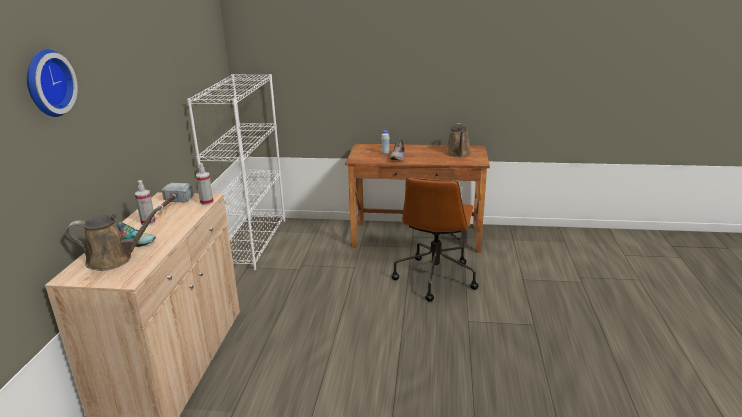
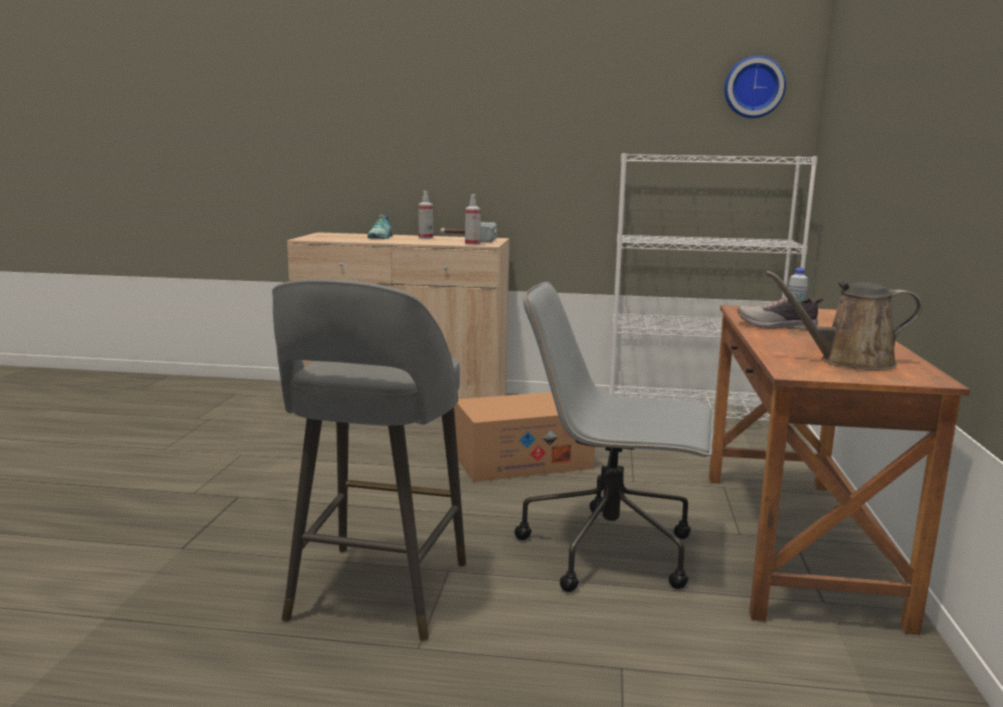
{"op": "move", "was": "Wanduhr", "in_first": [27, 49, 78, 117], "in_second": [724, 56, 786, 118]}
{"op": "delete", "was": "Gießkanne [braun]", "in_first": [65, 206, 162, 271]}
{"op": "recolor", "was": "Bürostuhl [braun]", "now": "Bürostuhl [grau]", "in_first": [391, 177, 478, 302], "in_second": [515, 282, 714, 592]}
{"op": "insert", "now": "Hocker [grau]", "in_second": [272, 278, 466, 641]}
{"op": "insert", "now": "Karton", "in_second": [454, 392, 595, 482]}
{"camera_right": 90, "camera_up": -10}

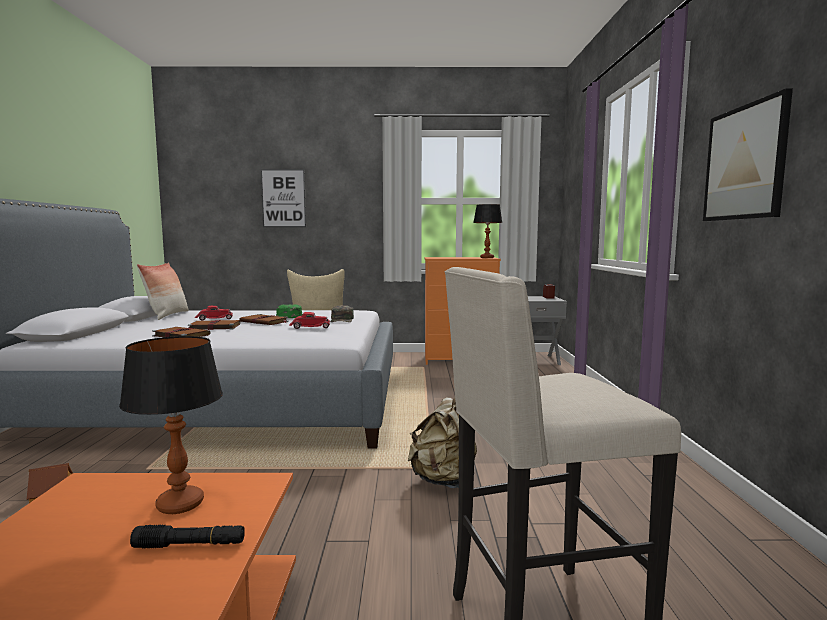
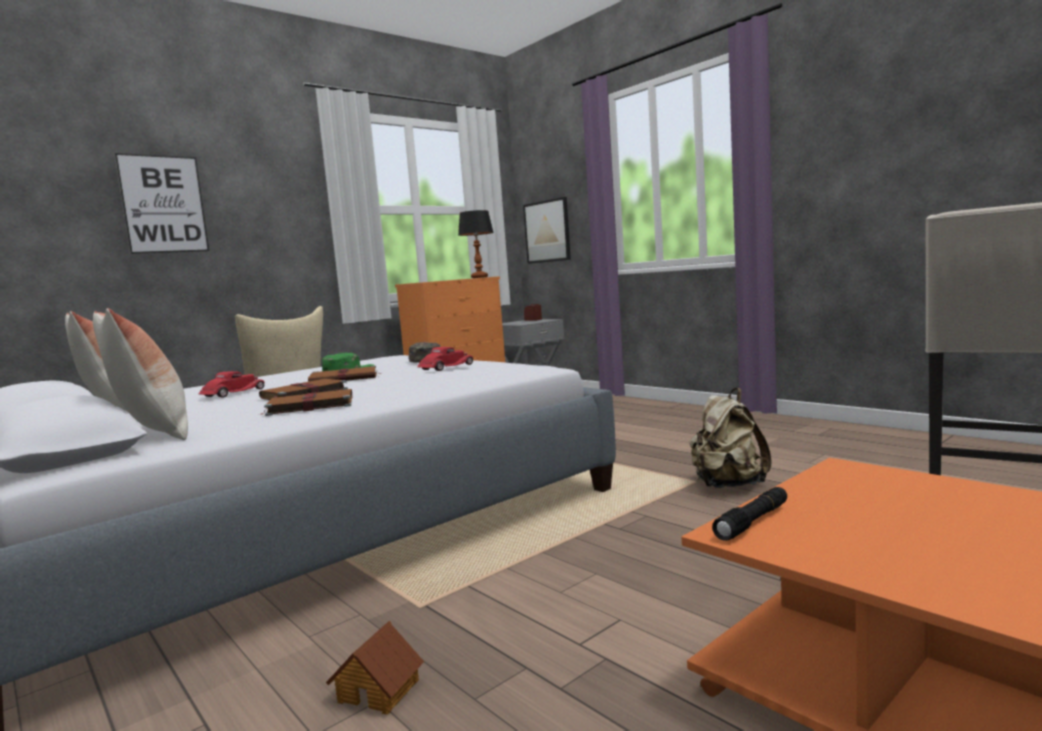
{"op": "delete", "was": "Tischlampe", "in_first": [119, 336, 223, 514]}
{"op": "move", "was": "Taschenlampe [schwarz]", "in_first": [130, 525, 245, 548], "in_second": [712, 487, 787, 541]}
{"op": "move", "was": "Bild", "in_first": [703, 88, 793, 221], "in_second": [523, 197, 571, 264]}
{"op": "insert", "now": "Kissen", "in_second": [93, 308, 188, 440]}
{"camera_right": -40, "camera_up": 0}

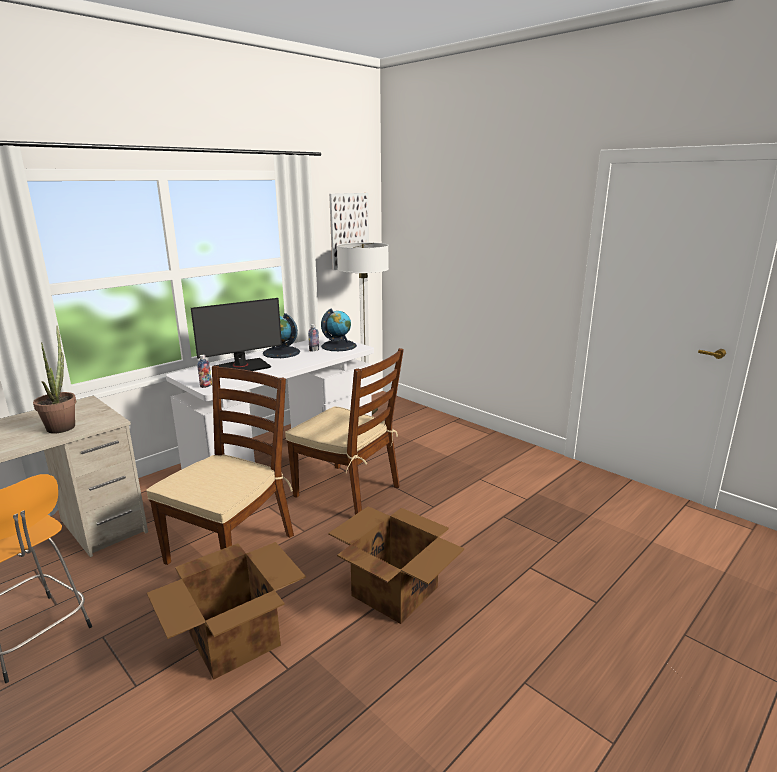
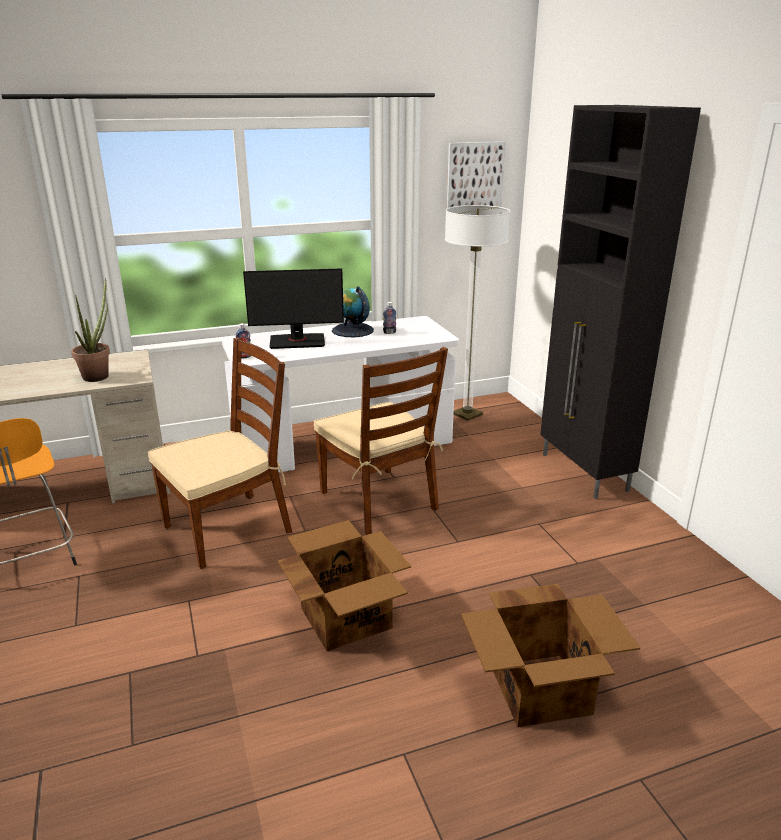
{"op": "move", "was": "Karton", "in_first": [147, 542, 306, 680], "in_second": [461, 584, 640, 727]}
{"op": "delete", "was": "Globus", "in_first": [321, 308, 357, 351]}
{"op": "insert", "now": "Schrank [schwarz]", "in_second": [540, 105, 701, 499]}
{"camera_right": 25, "camera_up": 5}

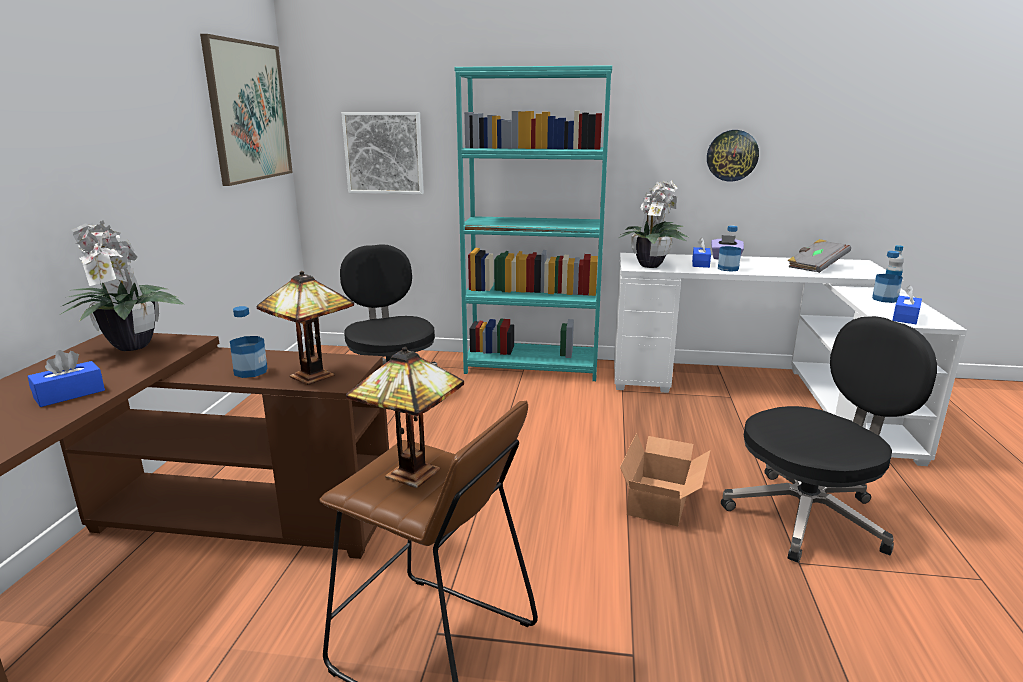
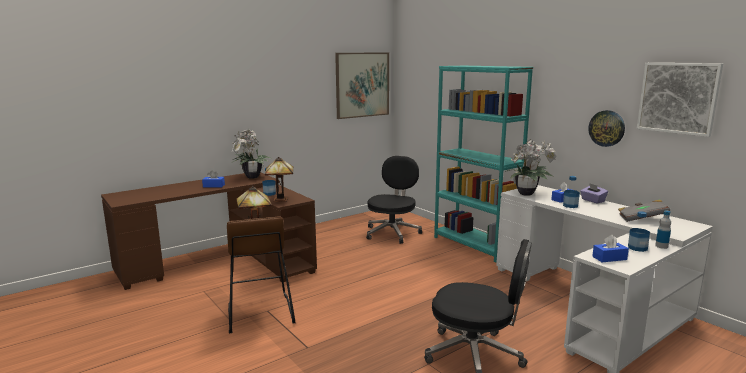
{"op": "move", "was": "Bild", "in_first": [342, 112, 424, 194], "in_second": [637, 63, 723, 137]}
{"op": "delete", "was": "Karton", "in_first": [620, 433, 711, 526]}
{"camera_right": 45, "camera_up": -5}

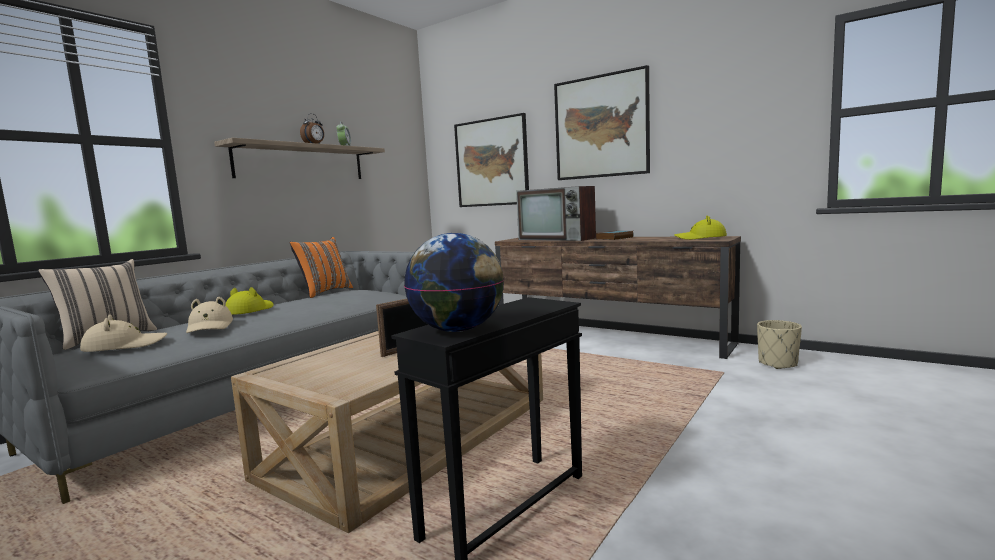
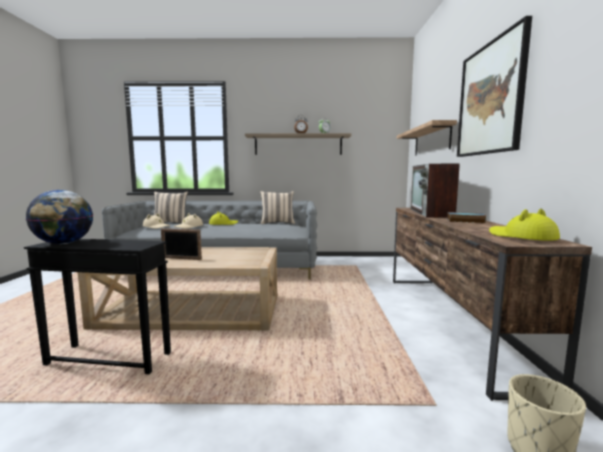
{"op": "recolor", "was": "Kissen [orange]", "now": "Kissen [beige]", "in_first": [290, 237, 353, 298], "in_second": [260, 191, 295, 224]}
{"op": "replace", "was": "Bild", "now": "Wandregal", "in_first": [454, 113, 529, 207], "in_second": [397, 120, 457, 155]}
{"camera_right": 55, "camera_up": 0}

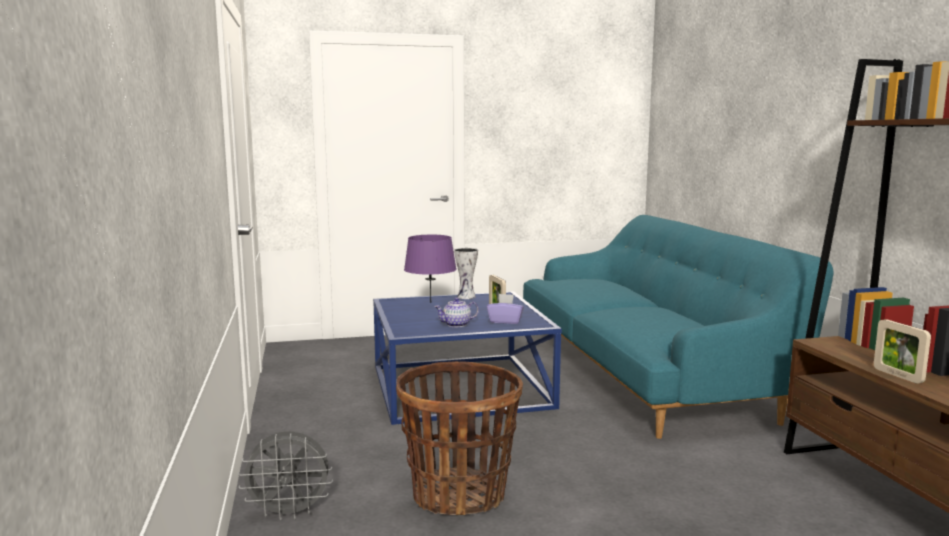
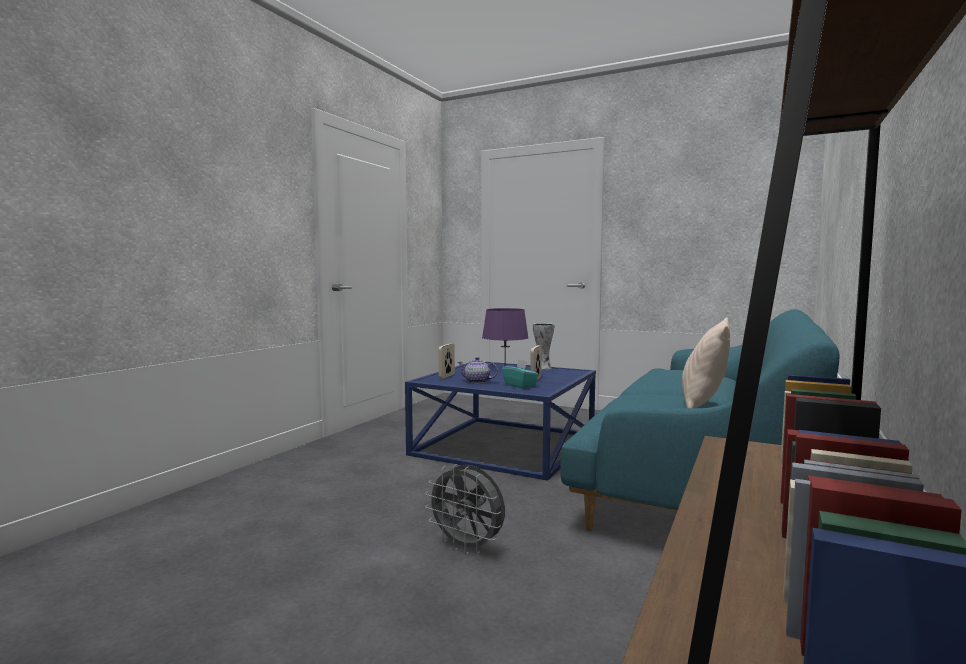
{"op": "move", "was": "Ventilator [grau]", "in_first": [238, 431, 333, 521], "in_second": [425, 464, 505, 554]}
{"op": "delete", "was": "Korb", "in_first": [396, 361, 523, 515]}
{"op": "recolor", "was": "Taschentuchbox [lila]", "now": "Taschentuchbox [türkis]", "in_first": [487, 294, 524, 324], "in_second": [502, 359, 539, 389]}
{"op": "move", "was": "Bilderrahmen", "in_first": [874, 319, 931, 384], "in_second": [438, 343, 455, 379]}
{"op": "insert", "now": "Kissen [beige]", "in_second": [682, 317, 731, 408]}
{"camera_right": 40, "camera_up": -5}

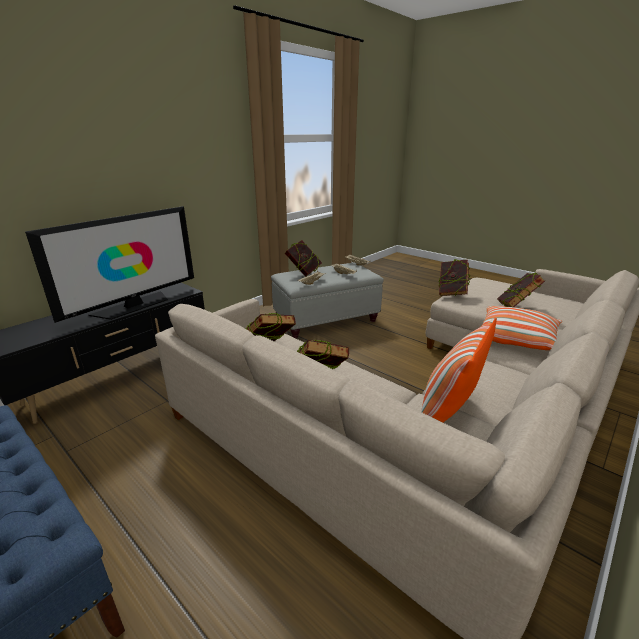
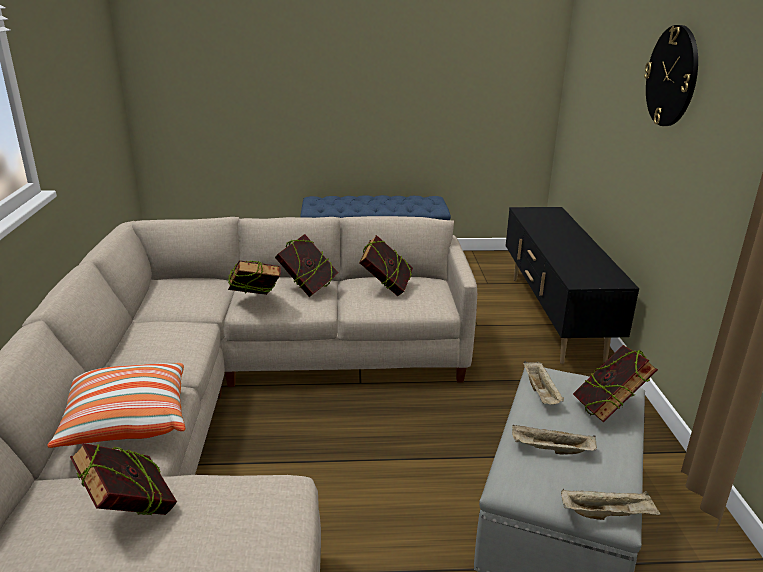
{"op": "delete", "was": "Fernseher", "in_first": [25, 206, 194, 323]}
{"op": "delete", "was": "Kissen", "in_first": [421, 318, 497, 422]}
{"op": "move", "was": "Buch", "in_first": [438, 259, 471, 296], "in_second": [227, 260, 281, 295]}
{"op": "insert", "now": "Wanduhr", "in_second": [644, 25, 698, 126]}
{"camera_right": 135, "camera_up": 0}

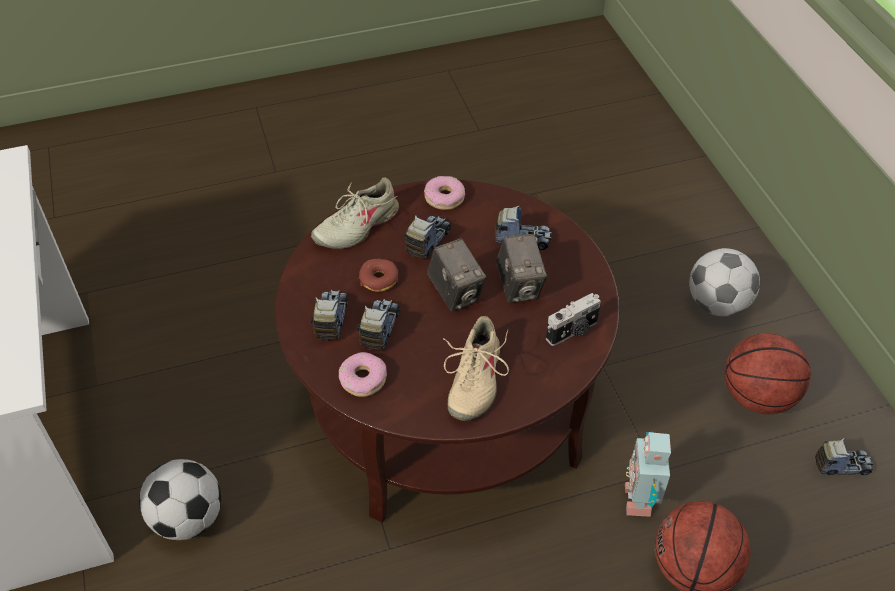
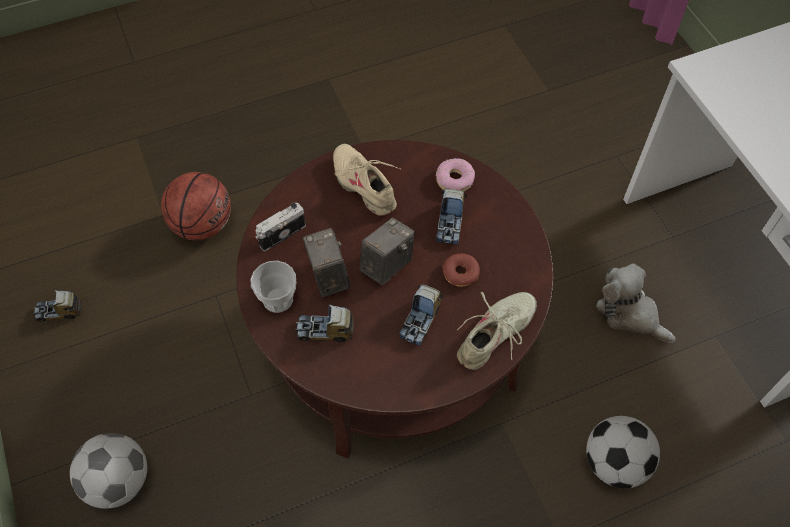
{"op": "move", "was": "Fußball", "in_first": [139, 459, 221, 540], "in_second": [586, 416, 660, 488]}
{"op": "delete", "was": "Spielzeuglaster", "in_first": [310, 290, 348, 341]}
{"op": "delete", "was": "Donut", "in_first": [424, 176, 465, 210]}
{"op": "rotate", "was": "Kamera", "in_first": [427, 238, 487, 311], "in_second": [360, 218, 415, 285], "clockwise": 75}
{"op": "rotate", "was": "Schuh [beige]", "in_first": [443, 316, 509, 421], "in_second": [333, 144, 400, 216], "clockwise": -45}
{"op": "delete", "was": "Spielzeugroboter", "in_first": [625, 432, 671, 517]}
{"op": "delete", "was": "Basketball", "in_first": [724, 333, 811, 414]}
{"op": "insert", "now": "Tasse", "in_second": [250, 260, 296, 313]}
{"op": "insert", "now": "Plüschtier", "in_second": [596, 263, 675, 343]}
{"camera_right": 175, "camera_up": 10}

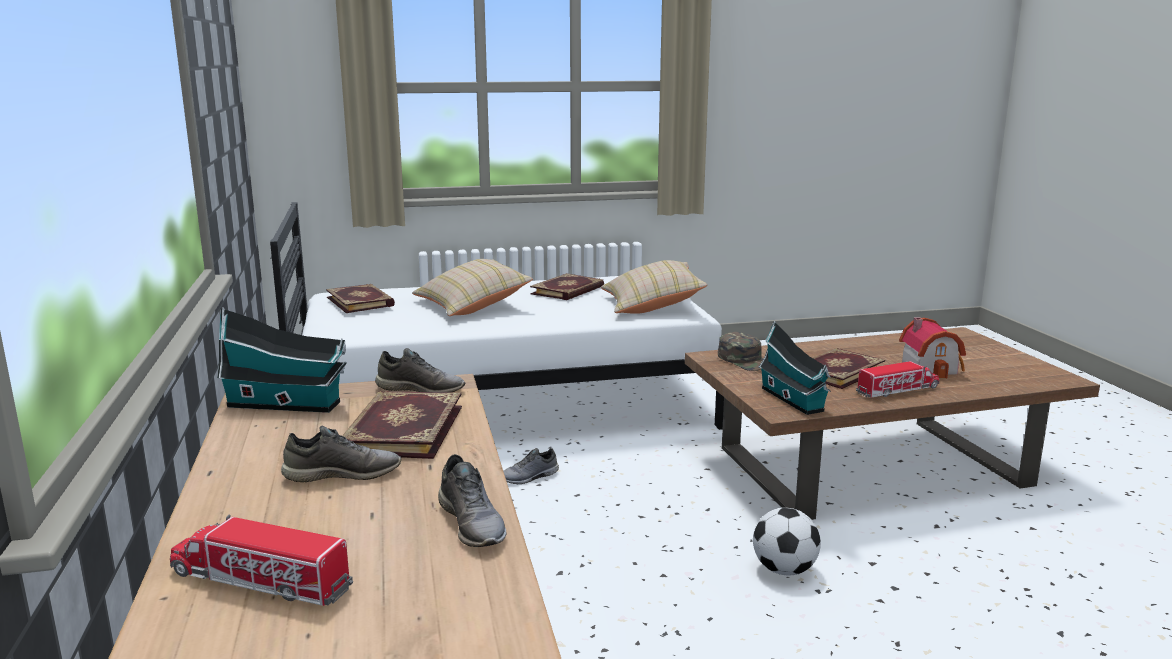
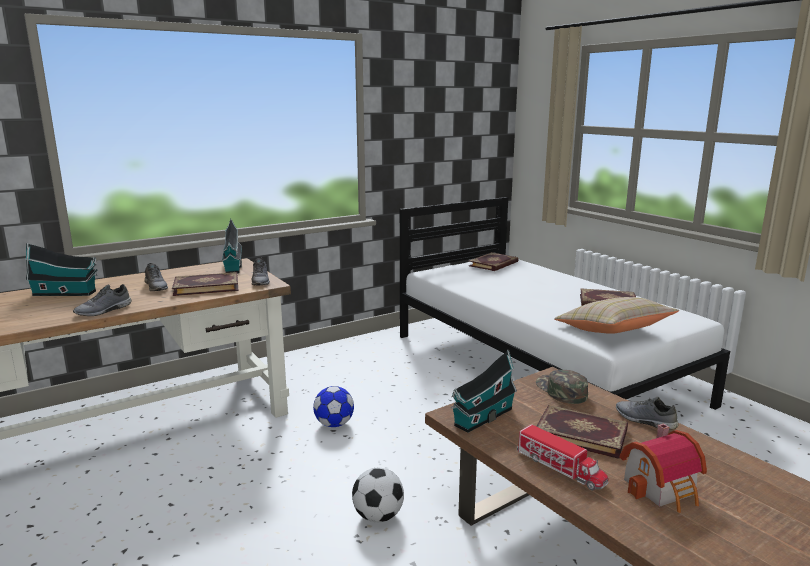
{"op": "replace", "was": "Spielzeuglaster", "now": "Spielzeughaus", "in_first": [170, 514, 353, 606], "in_second": [26, 243, 98, 296]}
{"op": "delete", "was": "Kissen [beige]", "in_first": [412, 259, 533, 316]}
{"op": "move", "was": "Schuh [grau]", "in_first": [503, 448, 559, 484], "in_second": [616, 397, 678, 430]}
{"op": "rotate", "was": "Kappe [grün]", "in_first": [718, 332, 764, 371], "in_second": [536, 370, 588, 404], "clockwise": 120}
{"op": "insert", "now": "Fußball", "in_second": [313, 386, 354, 427]}
{"camera_right": 70, "camera_up": 0}

